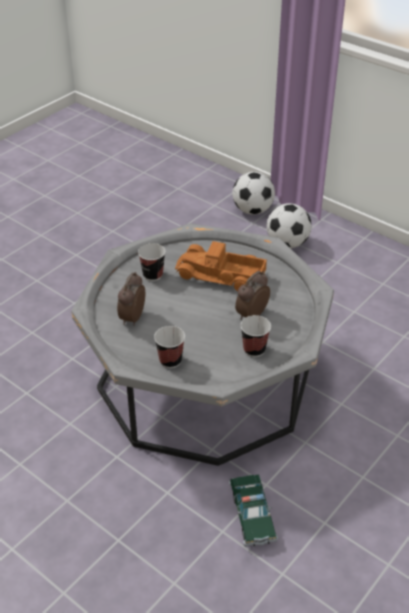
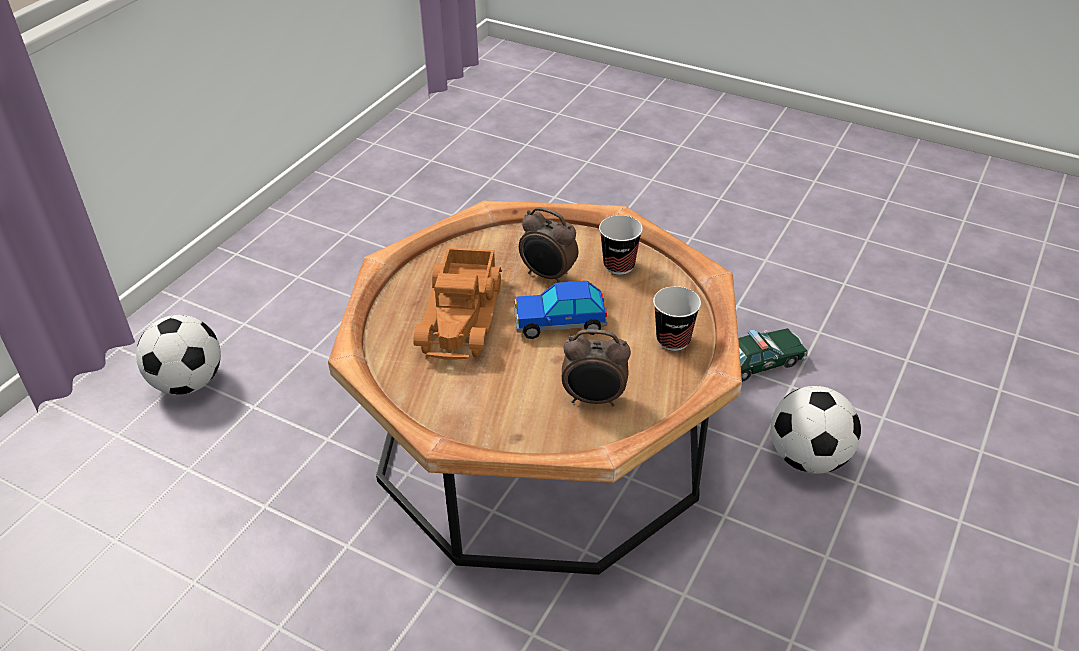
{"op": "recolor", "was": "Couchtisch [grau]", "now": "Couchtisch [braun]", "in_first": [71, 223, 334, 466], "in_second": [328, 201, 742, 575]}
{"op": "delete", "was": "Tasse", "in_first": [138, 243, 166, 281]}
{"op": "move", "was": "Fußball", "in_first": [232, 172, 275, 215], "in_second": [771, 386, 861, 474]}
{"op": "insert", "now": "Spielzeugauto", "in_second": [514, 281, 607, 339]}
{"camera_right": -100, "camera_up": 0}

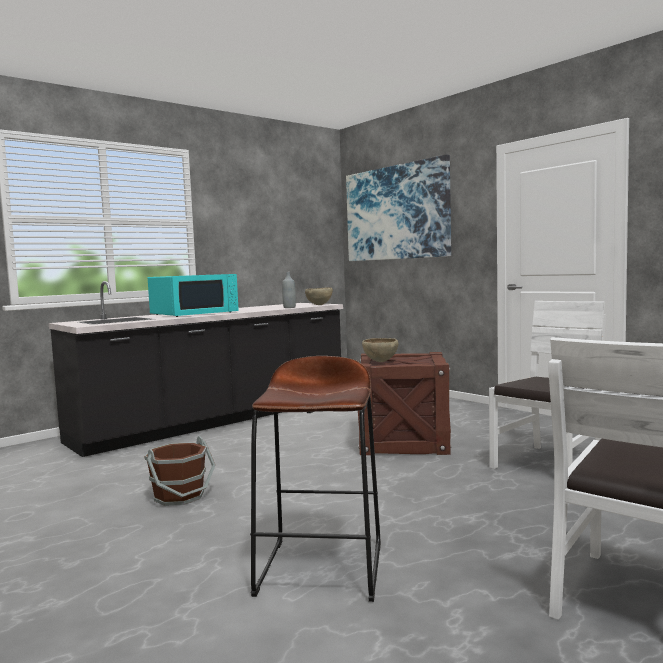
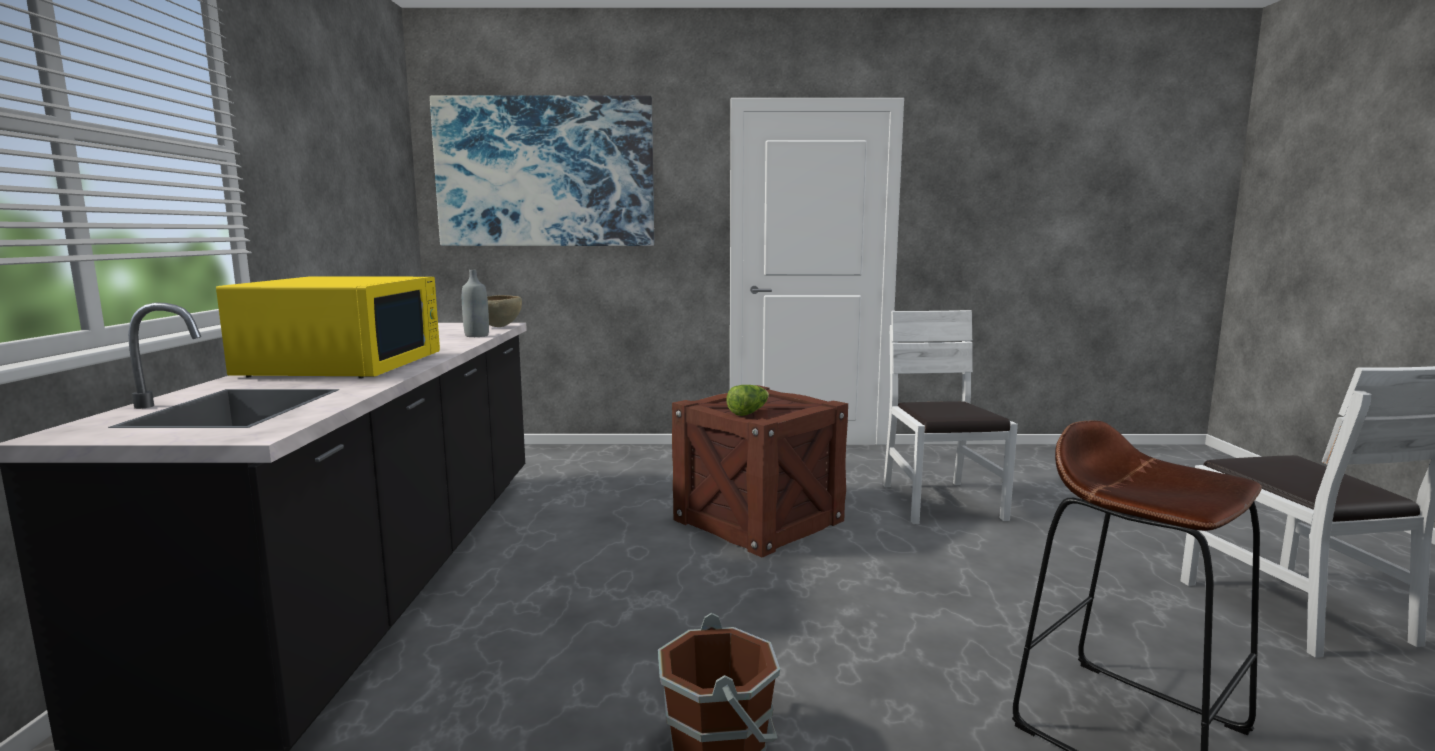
{"op": "recolor", "was": "Mikrowelle [türkis]", "now": "Mikrowelle [gelb]", "in_first": [148, 274, 239, 317], "in_second": [216, 276, 440, 378]}
{"op": "replace", "was": "Schüssel [braun]", "now": "Salatkopf", "in_first": [362, 338, 398, 362], "in_second": [726, 385, 769, 416]}
{"camera_right": -50, "camera_up": 5}

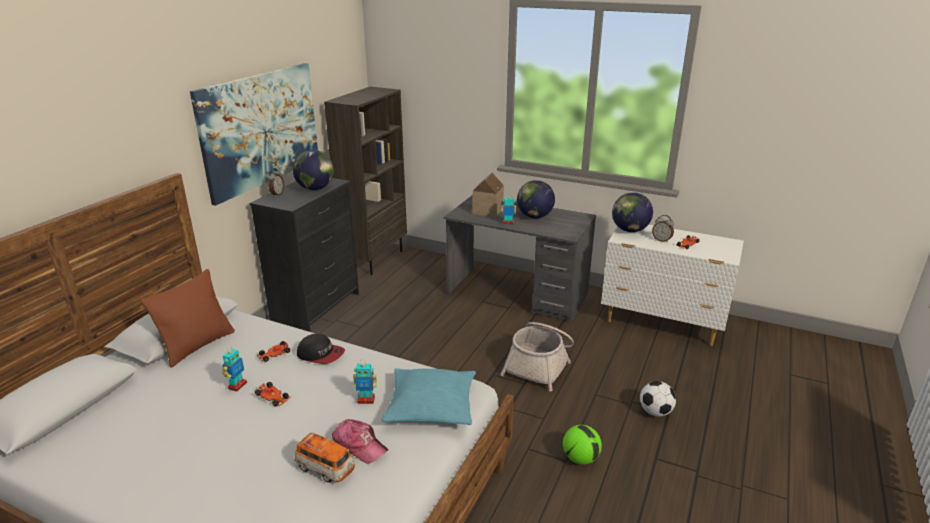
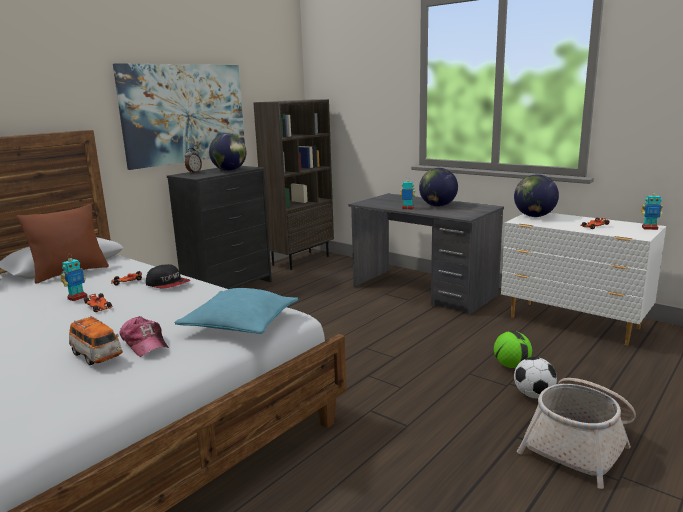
{"op": "move", "was": "Spielzeugroboter", "in_first": [353, 361, 377, 404], "in_second": [641, 191, 663, 230]}
{"op": "delete", "was": "Spielzeughaus", "in_first": [468, 173, 504, 217]}
{"op": "move", "was": "Korb", "in_first": [500, 322, 574, 392], "in_second": [517, 378, 636, 489]}
{"op": "move", "was": "Fußball", "in_first": [563, 425, 602, 465], "in_second": [494, 331, 532, 368]}
{"op": "delete", "was": "Wecker", "in_first": [652, 215, 674, 243]}
{"camera_right": 15, "camera_up": -10}

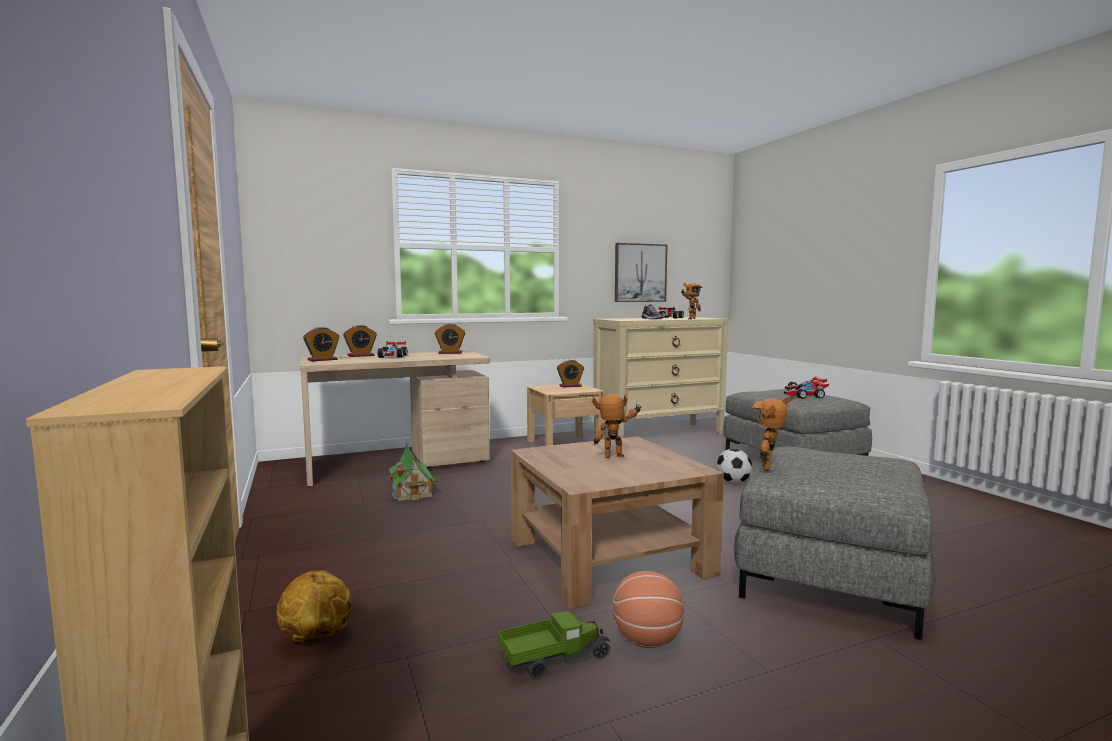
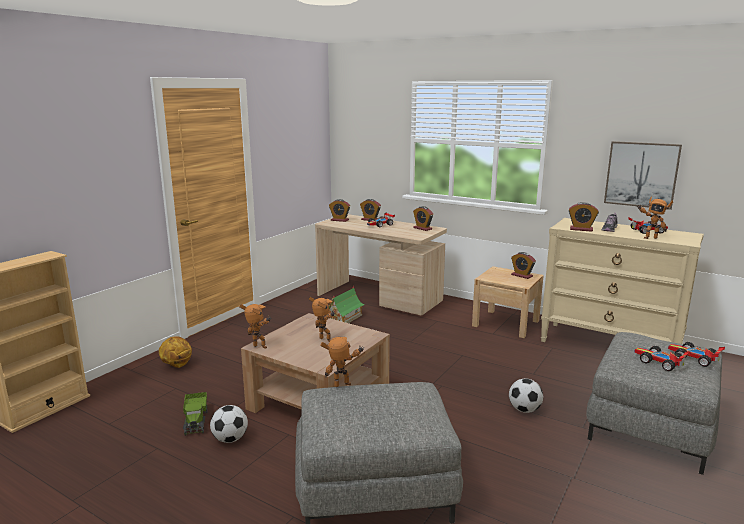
{"op": "rotate", "was": "Spielzeuglaster", "in_first": [498, 611, 611, 679], "in_second": [183, 392, 207, 436], "clockwise": 45}
{"op": "replace", "was": "Basketball", "now": "Fußball", "in_first": [612, 571, 684, 648], "in_second": [210, 405, 248, 443]}
{"op": "insert", "now": "Spielzeugroboter", "in_second": [239, 304, 272, 349]}
{"op": "insert", "now": "Wecker", "in_second": [569, 202, 599, 232]}
{"camera_right": 55, "camera_up": 10}

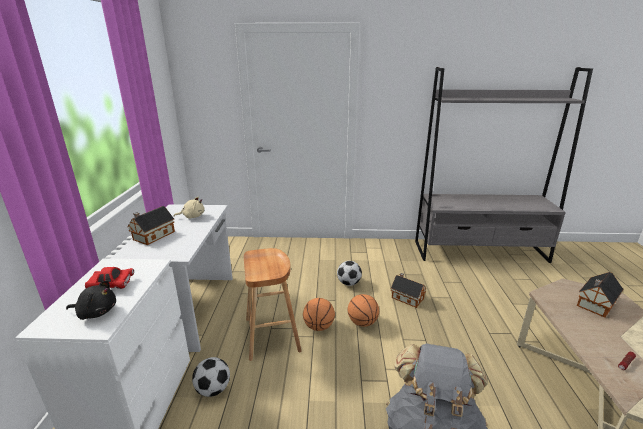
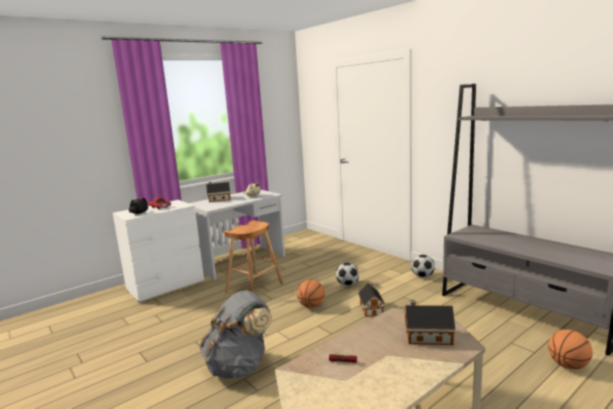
{"op": "move", "was": "Fußball", "in_first": [192, 357, 230, 397], "in_second": [411, 255, 435, 277]}
{"op": "move", "was": "Basketball", "in_first": [303, 298, 335, 331], "in_second": [548, 330, 593, 369]}
{"camera_right": 50, "camera_up": -10}

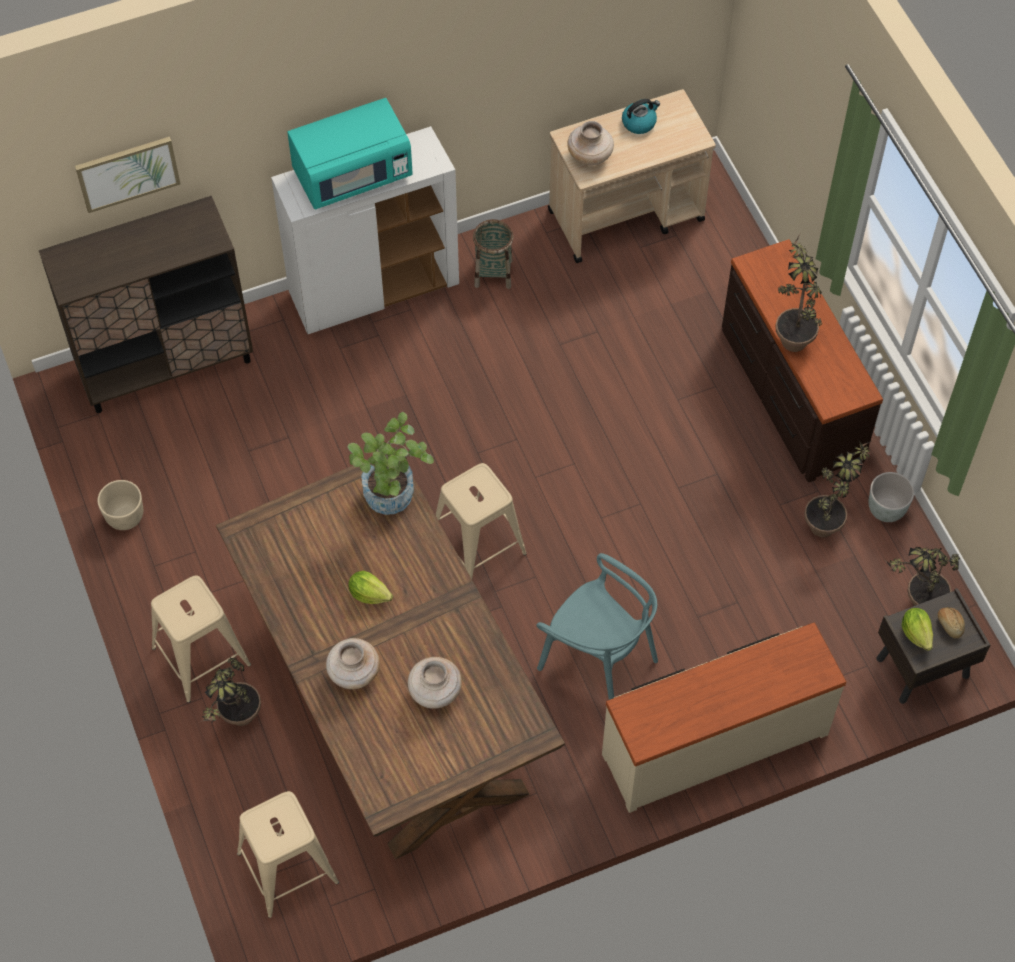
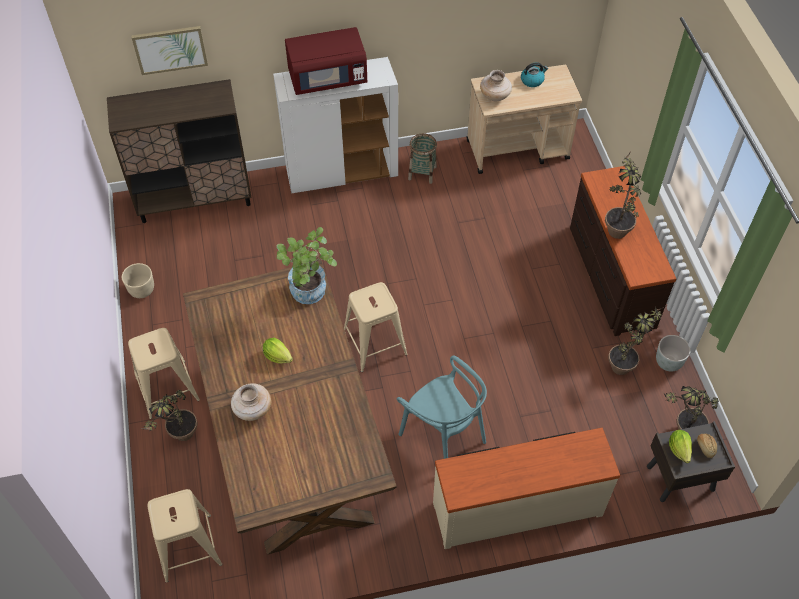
{"op": "recolor", "was": "Mikrowelle [türkis]", "now": "Mikrowelle [rot]", "in_first": [287, 98, 413, 210], "in_second": [285, 27, 367, 95]}
{"op": "delete", "was": "Vase [beige]", "in_first": [408, 657, 462, 709]}
{"camera_right": 10, "camera_up": -5}

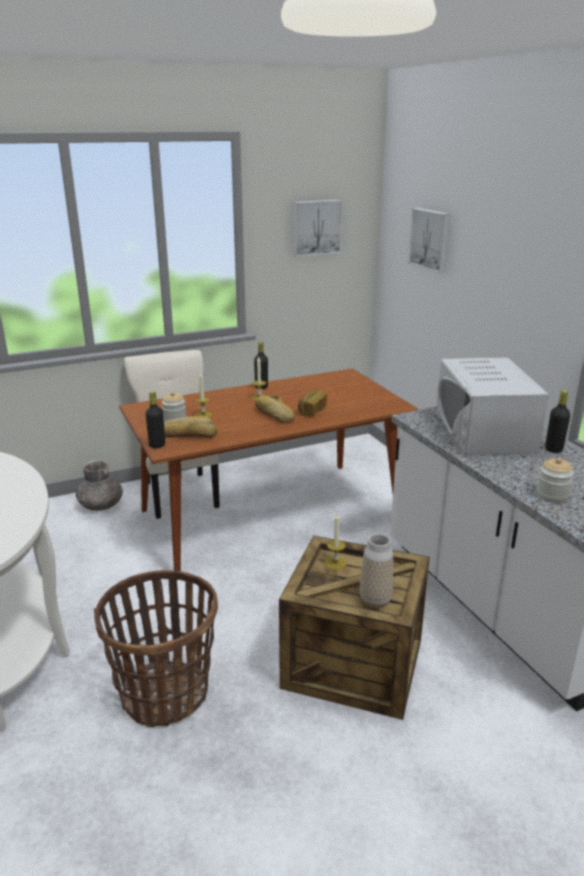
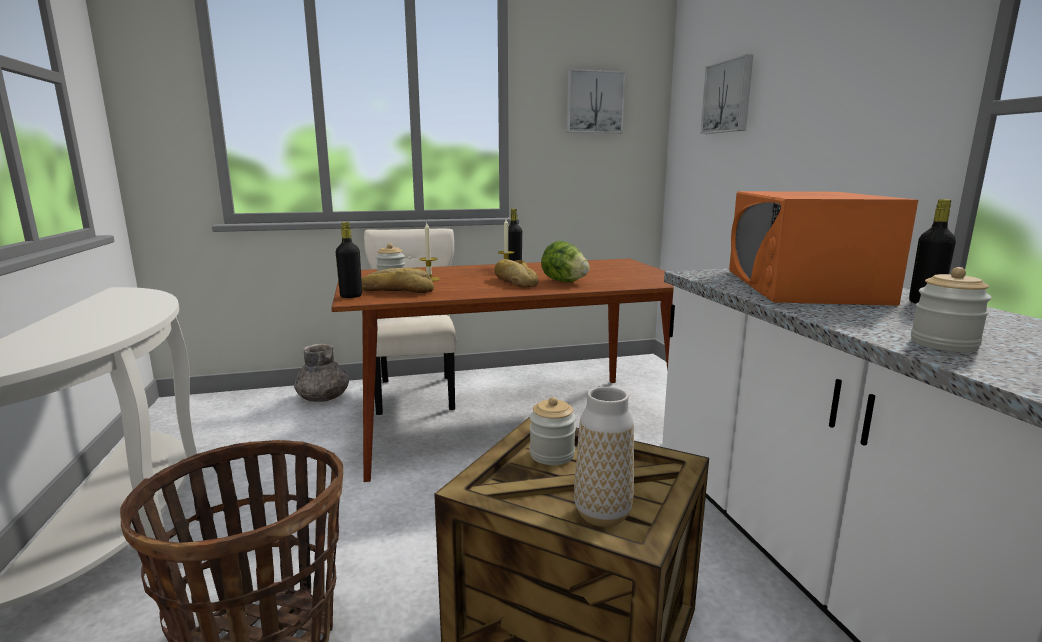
{"op": "replace", "was": "Brot", "now": "Salatkopf", "in_first": [298, 390, 327, 417], "in_second": [541, 241, 590, 282]}
{"op": "replace", "was": "Kerze", "now": "Vorratsglas", "in_first": [325, 513, 346, 570], "in_second": [530, 397, 576, 465]}
{"op": "recolor", "was": "Mikrowelle [weiß]", "now": "Mikrowelle [orange]", "in_first": [436, 357, 549, 456], "in_second": [729, 191, 918, 306]}
{"camera_right": 10, "camera_up": -10}

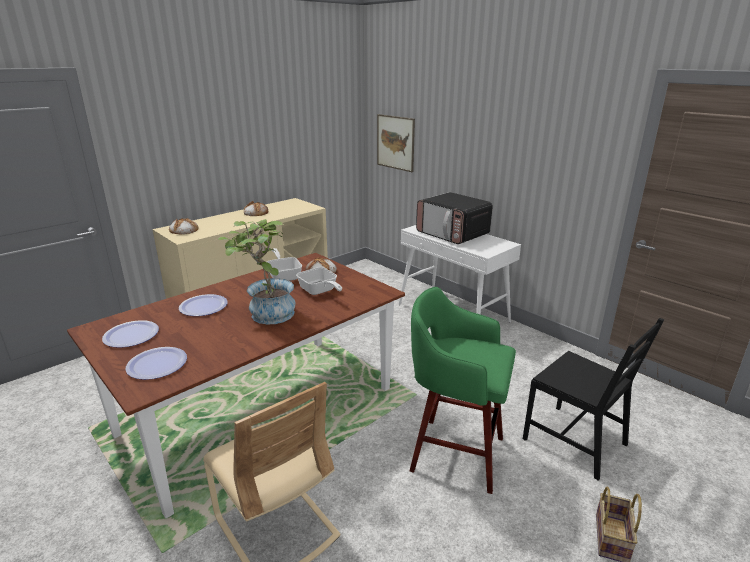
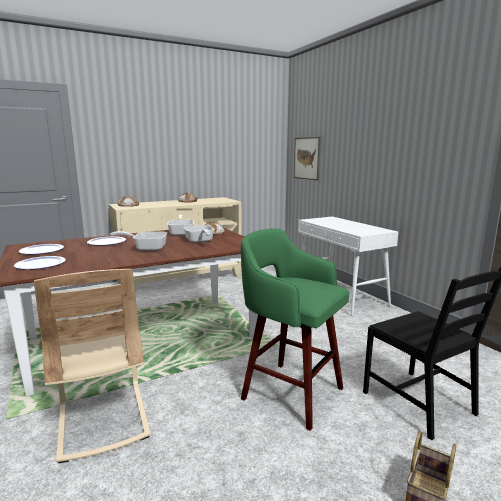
{"op": "replace", "was": "Topfpflanze", "now": "Pfanne", "in_first": [218, 219, 295, 325], "in_second": [110, 231, 167, 251]}
{"op": "delete", "was": "Mikrowelle", "in_first": [416, 192, 493, 244]}
{"camera_right": 15, "camera_up": -10}

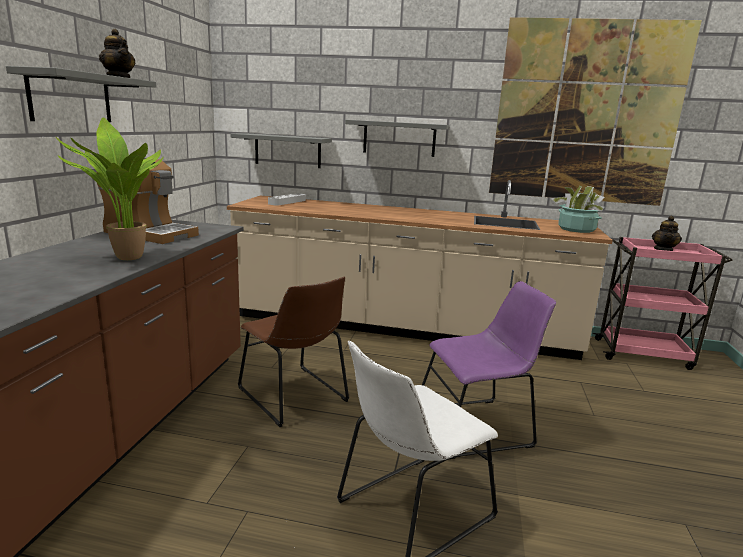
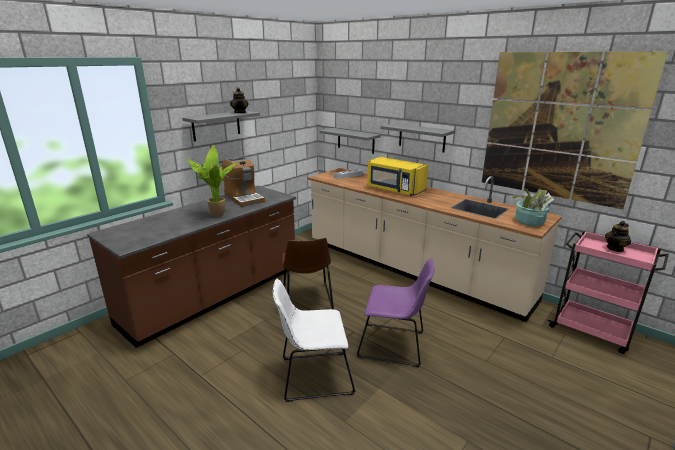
{"op": "insert", "now": "Mikrowelle [gelb]", "in_second": [367, 157, 428, 196]}
{"camera_right": 30, "camera_up": 5}

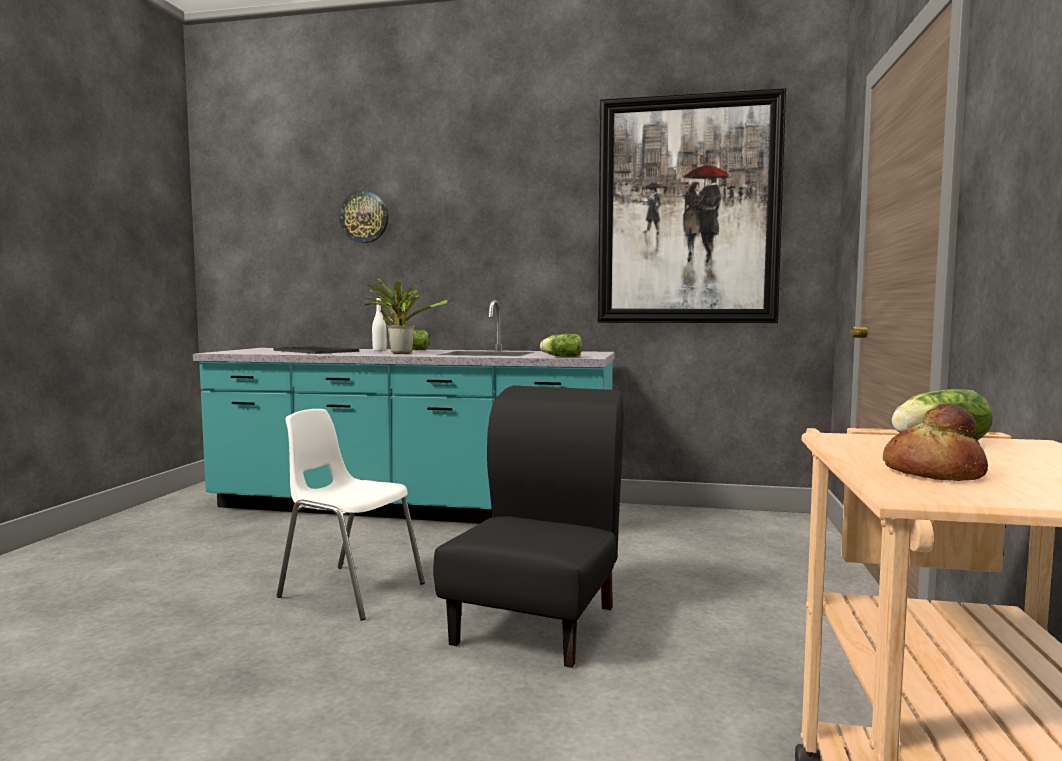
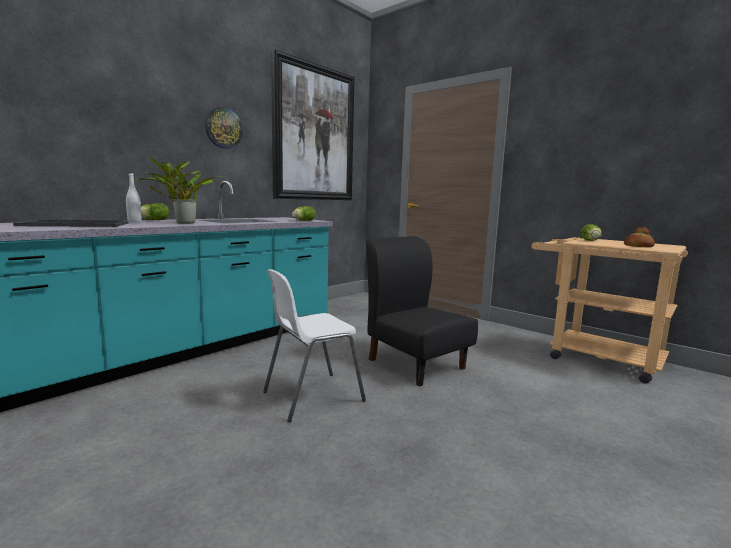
{"op": "move", "was": "Wanduhr", "in_first": [339, 191, 388, 243], "in_second": [205, 107, 243, 149]}
{"camera_right": -60, "camera_up": 5}

